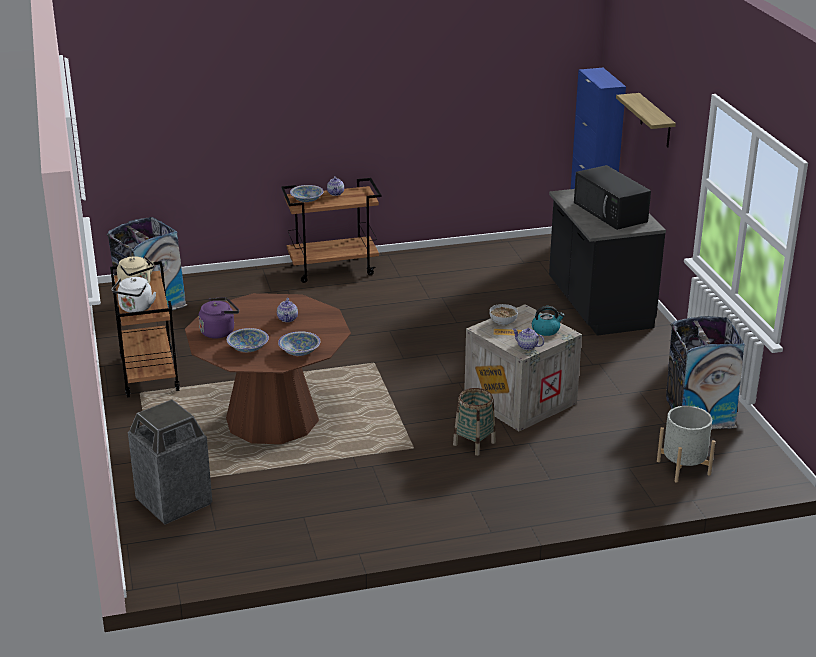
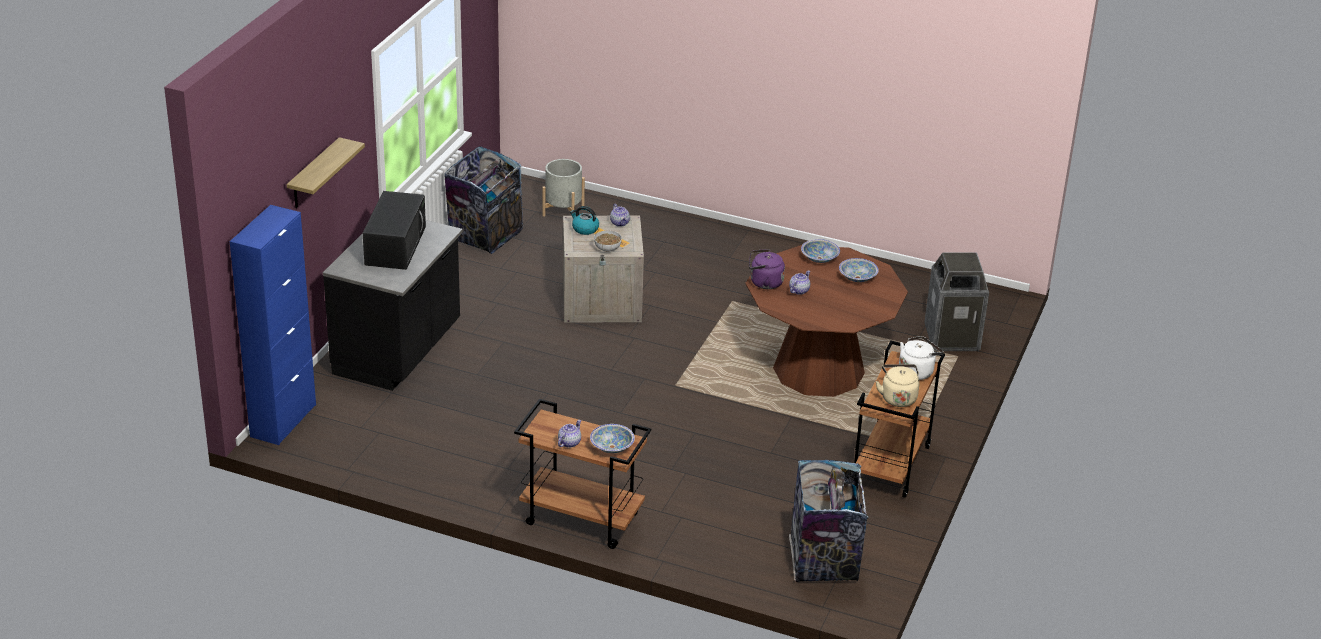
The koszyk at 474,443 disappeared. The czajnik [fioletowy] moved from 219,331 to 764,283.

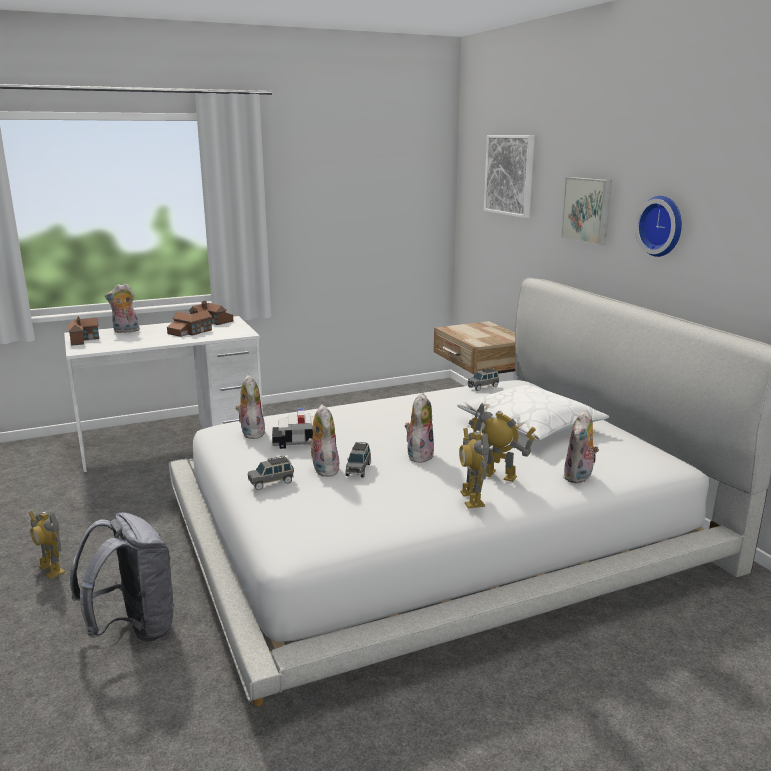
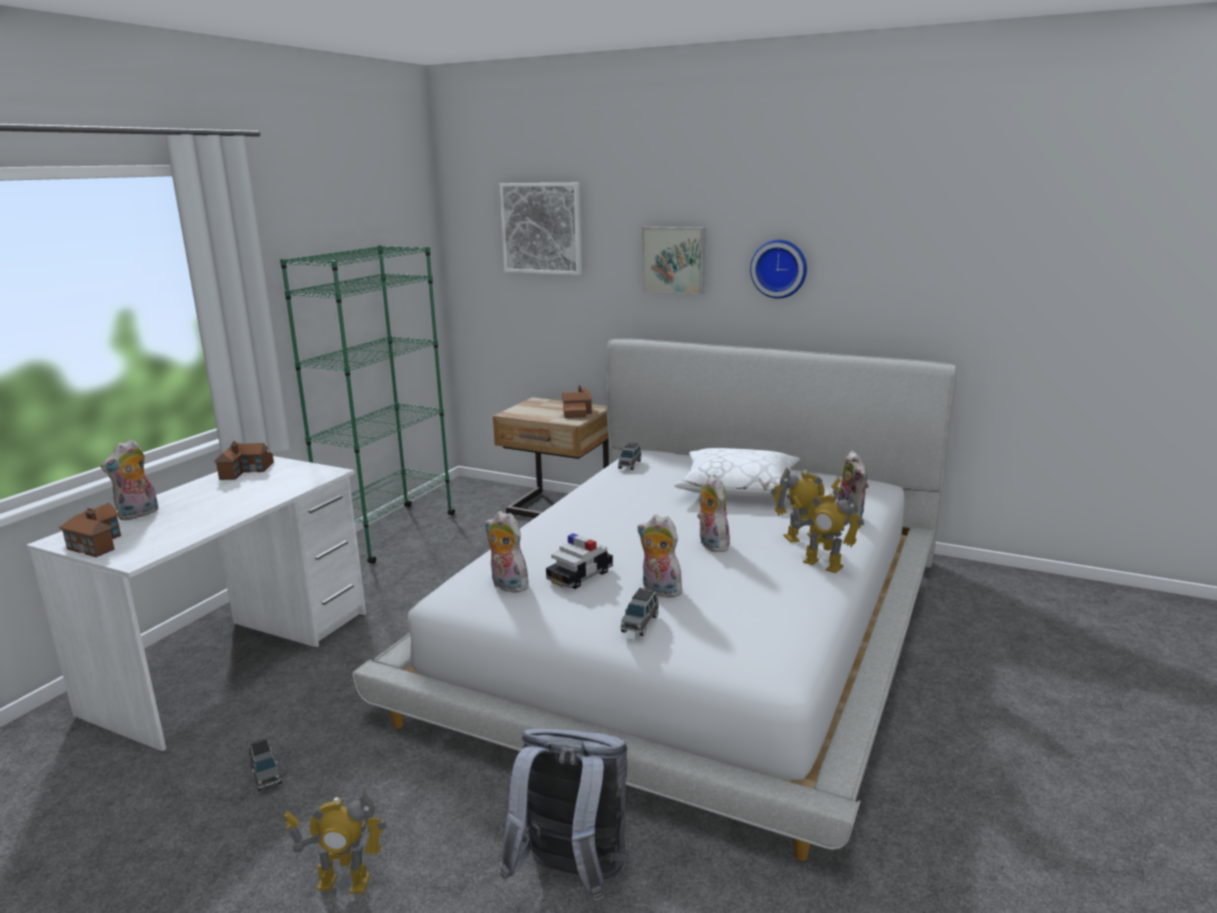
The regał [zielony] at 390,533 appeared. The domek moved from 190,332 to 577,412. The samochodzik [szary] moved from 358,469 to 266,775.

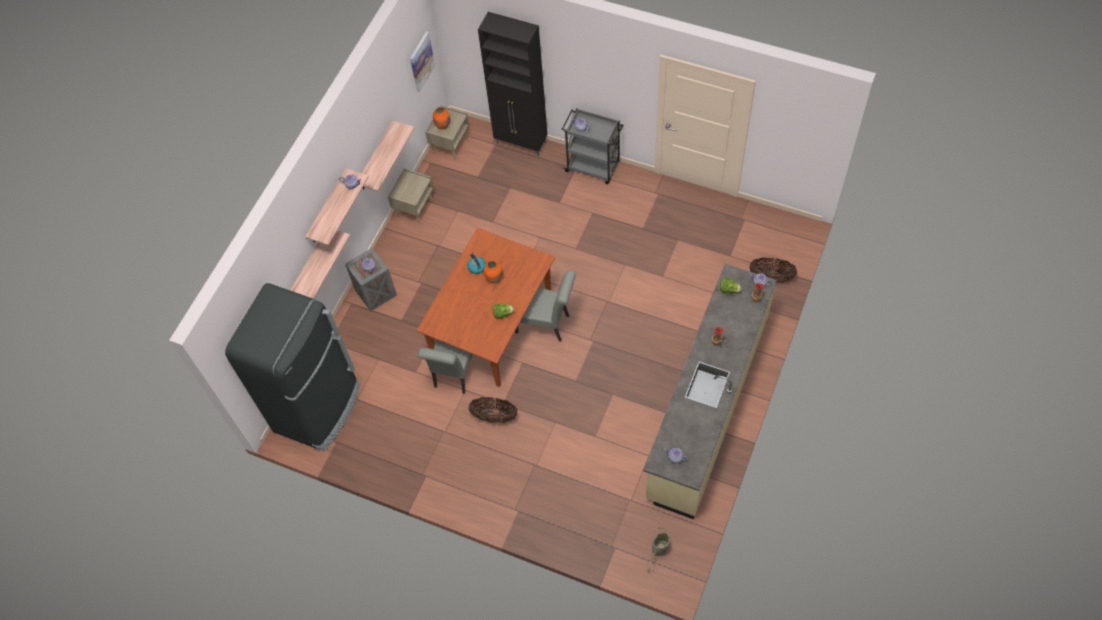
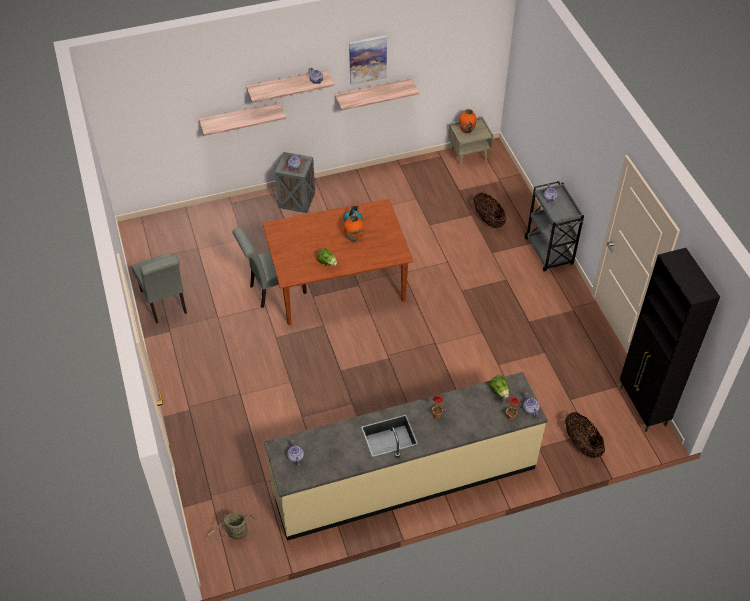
The lodówka [czarny] at 318,408 disappeared. The szafka nocna [beżowy] at 414,208 disappeared. The obraz moved from 421,61 to 367,59. The koszyk moved from 494,416 to 488,220. The szafka [czarny] moved from 521,143 to 642,407. The krzesło [szary] moved from 546,324 to 165,304.

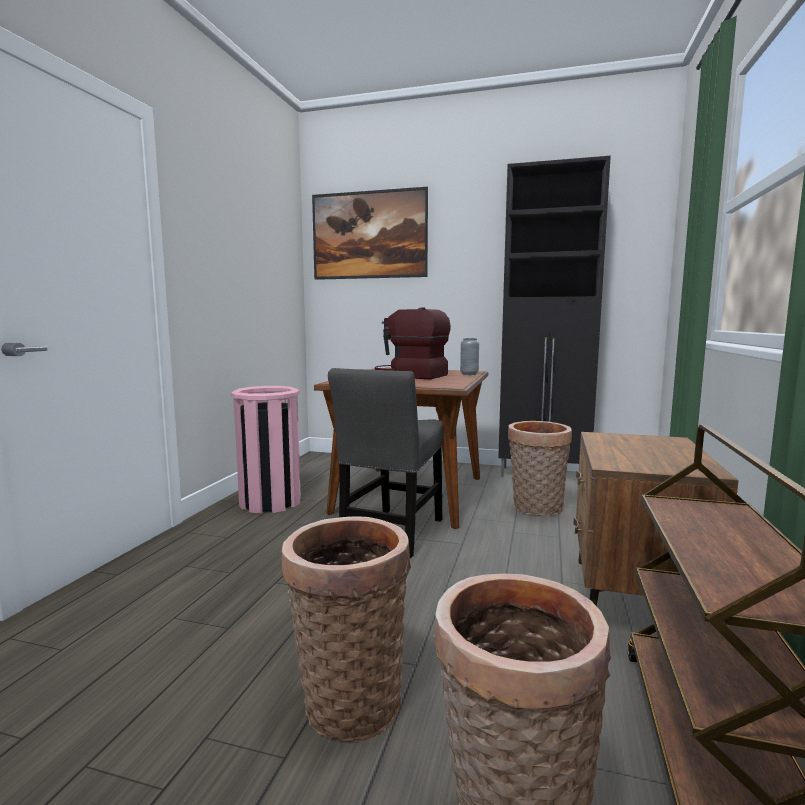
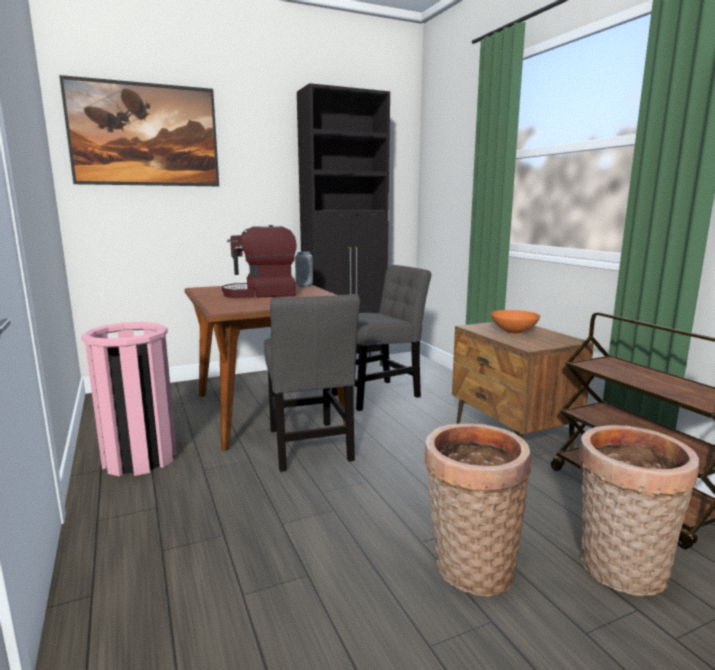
The miska [pomarańczowy] at 513,331 appeared. The koszyk at 536,509 was replaced by the krzesło [szary] at 379,394.

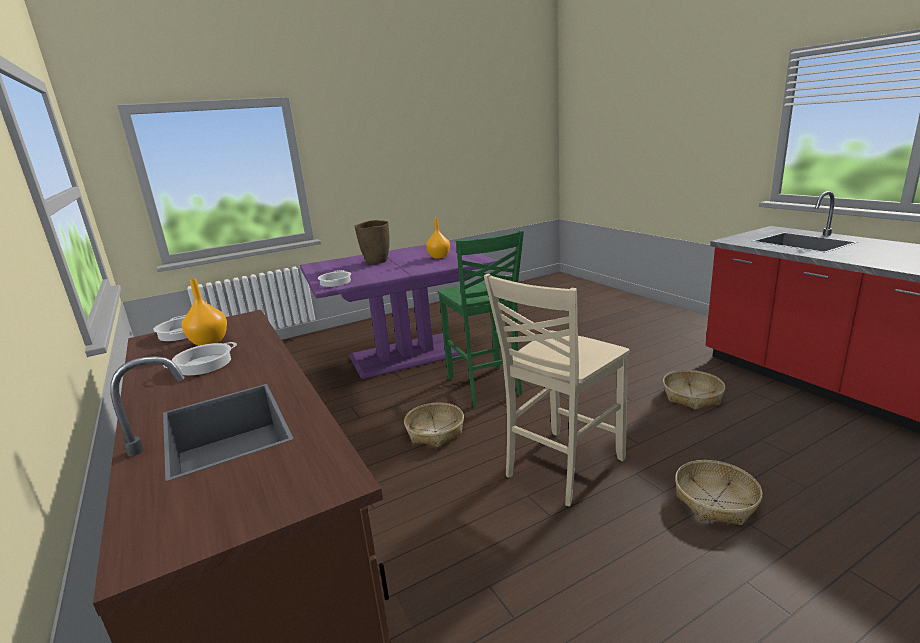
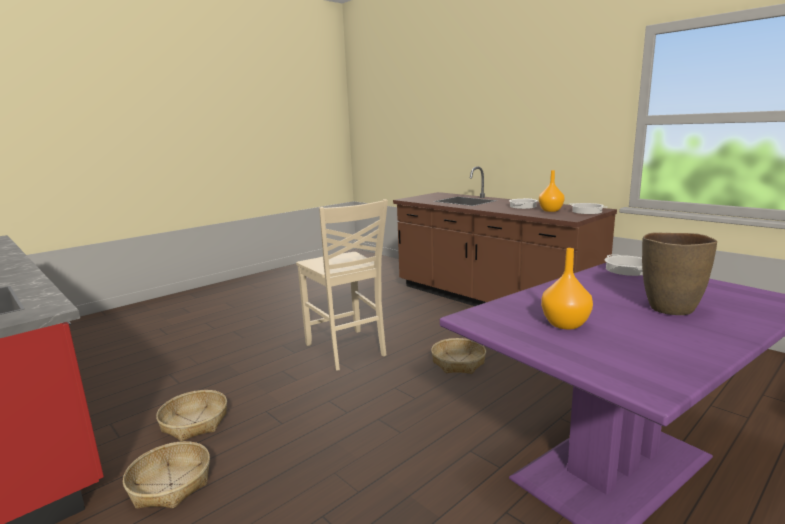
The krzesło [zielony] at 485,387 disappeared. The koszyk moved from 715,500 to 170,485. The krzesło [beżowy] at 561,467 turned 120 degrees clockwise.

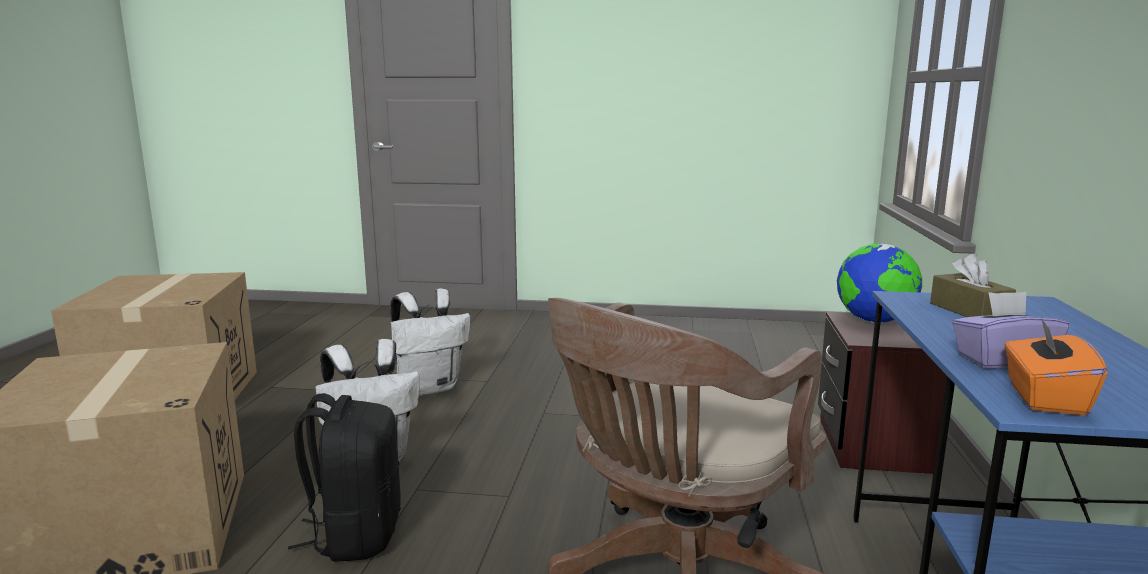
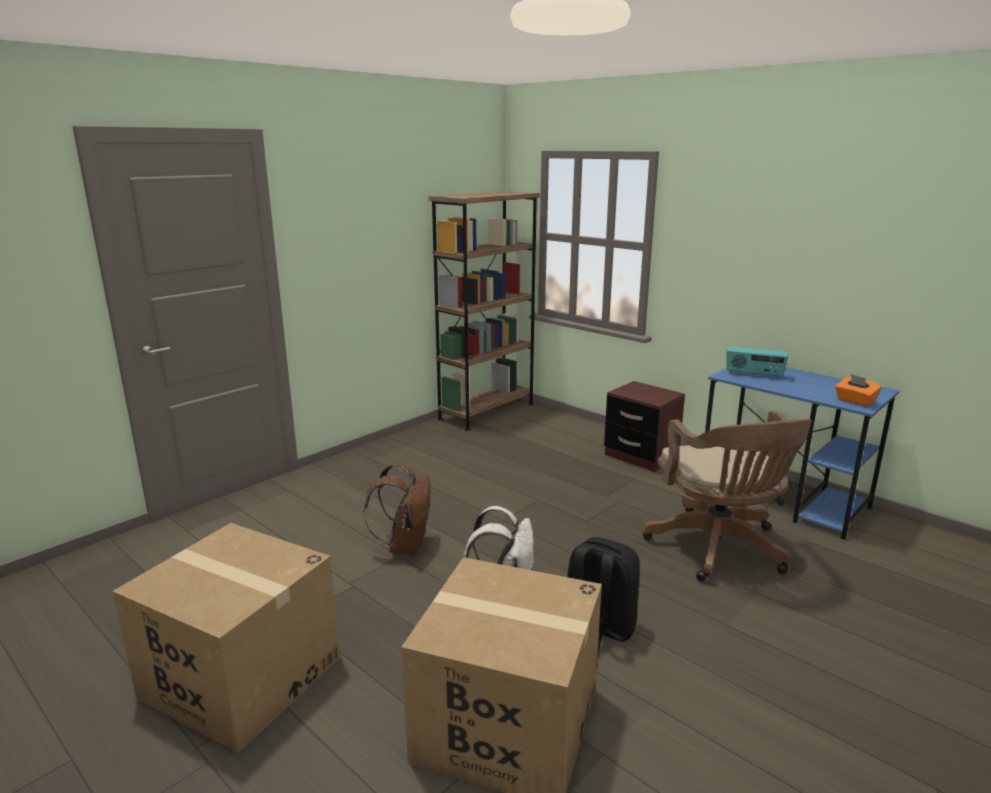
The globus at 874,321 disappeared. The pudełko chusteczek [fioletowy] at 1002,360 disappeared. The regał [brązowy] at 486,411 appeared. The pudełko chusteczek [brązowy] at 969,311 was replaced by the radio at 753,375. The plecak [biały] at 430,387 became the plecak [brązowy] at 405,546.

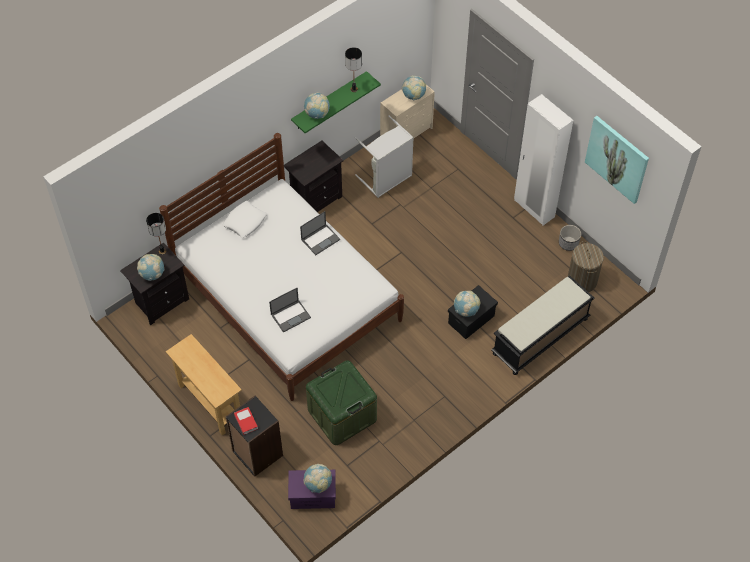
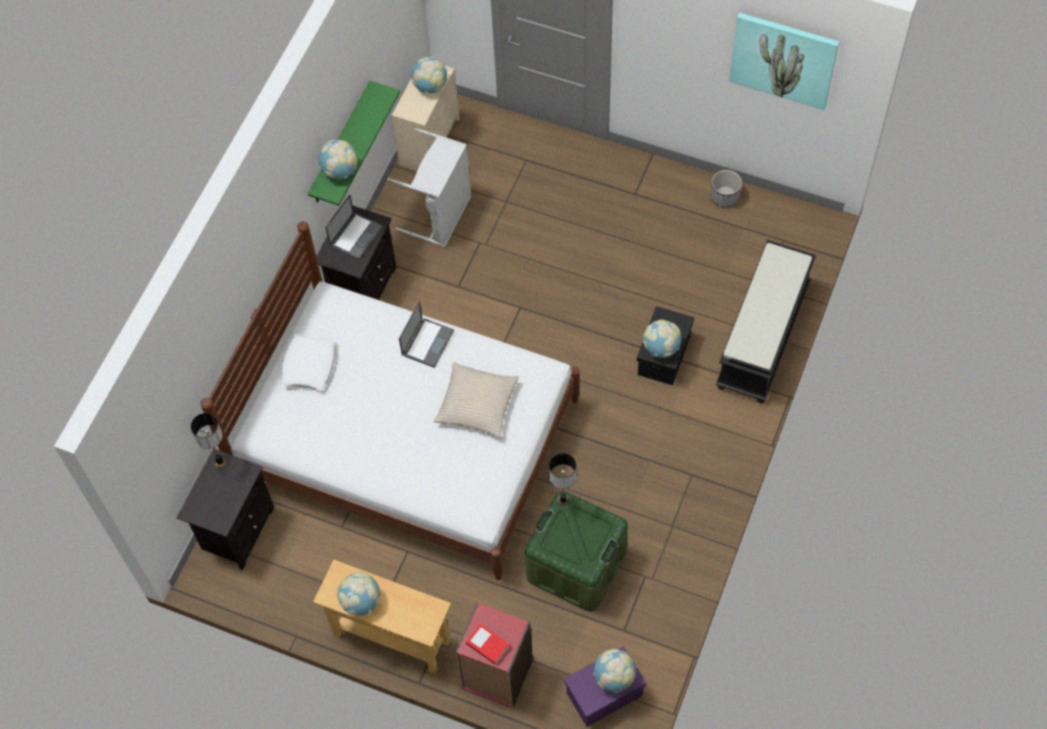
The szafa [biały] at 534,209 disappeared. The kosz na pranie at 582,281 disappeared. The poduszka [beżowy] at 477,404 appeared. The globus moved from 152,274 to 361,601. The laptop moved from 291,315 to 356,235. The lampa stołowa moved from 354,89 to 563,501. The regał [czarny] at 257,453 became the regał [czerwony] at 497,675.

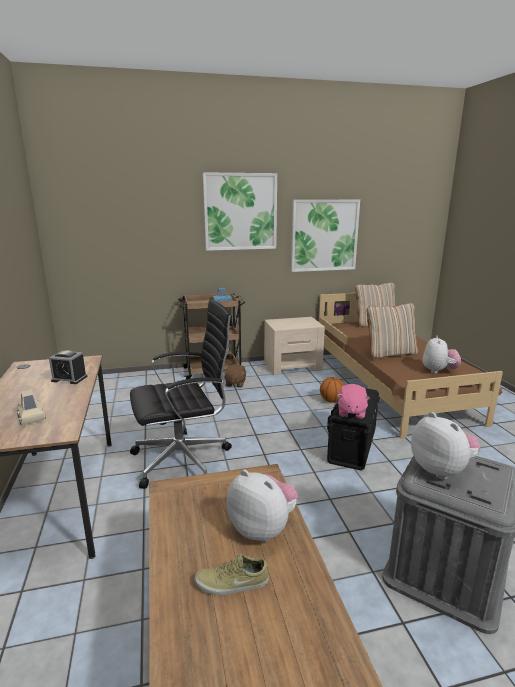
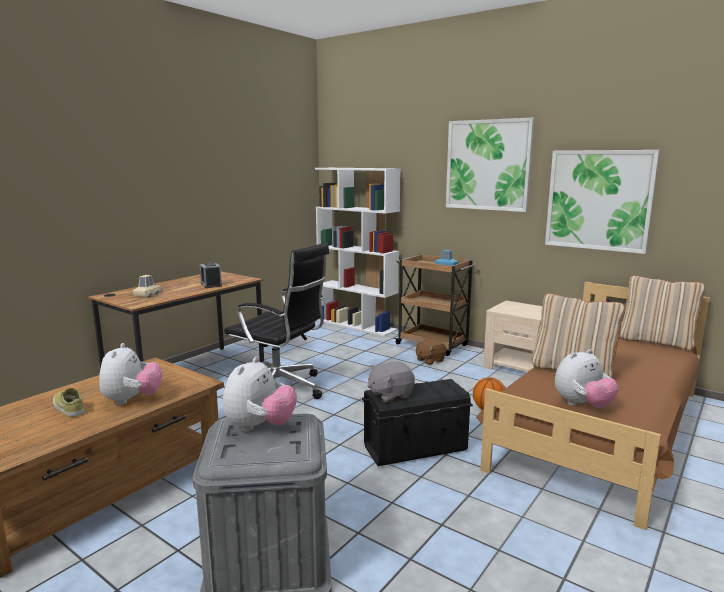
The regał [biały] at 357,325 appeared. The pluszak [różowy] at 351,412 became the pluszak [szary] at 390,395.

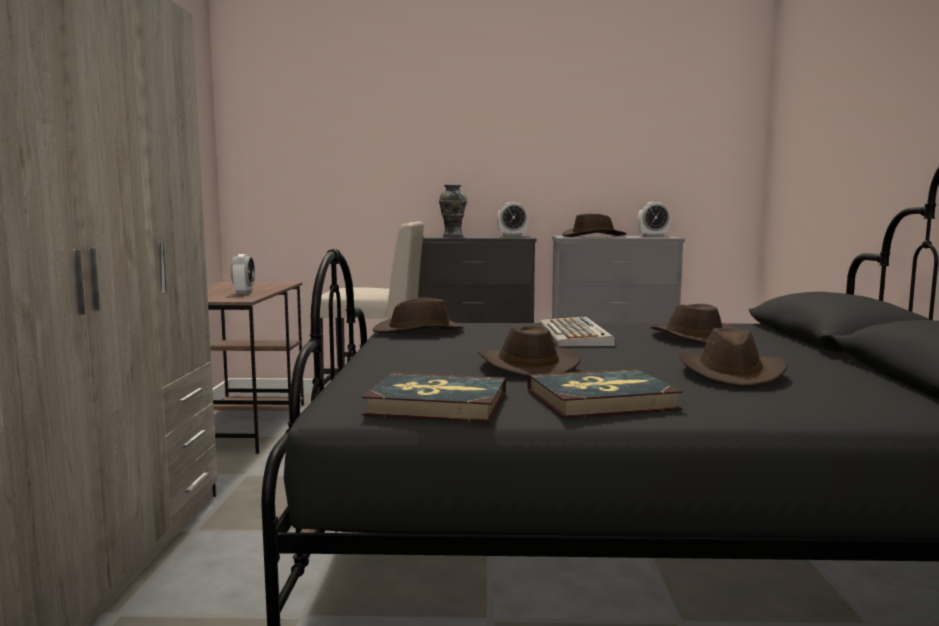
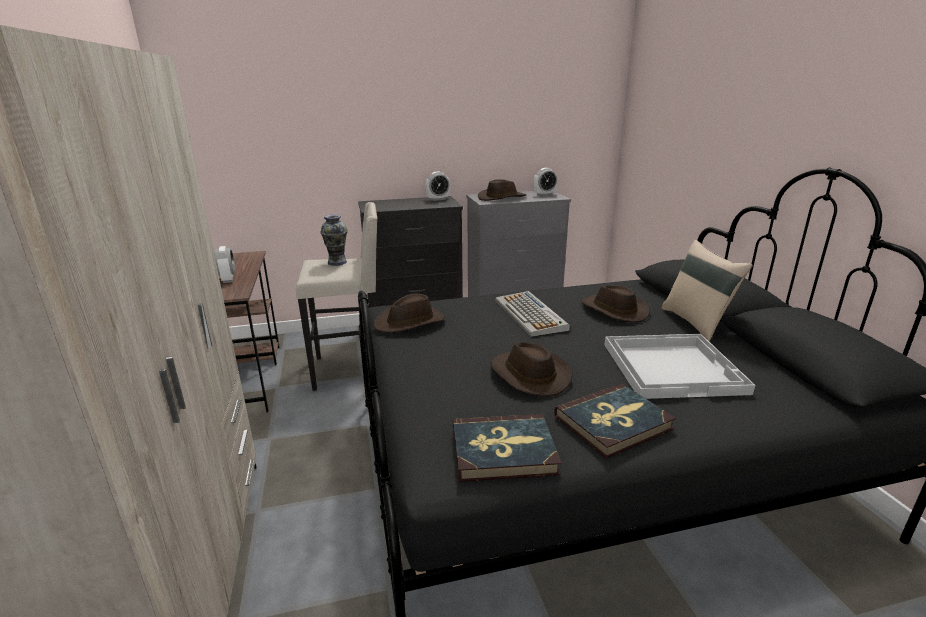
The poduszka [beżowy] at 696,322 appeared. The wazon moved from 452,236 to 337,262. The kapelusz [brązowy] at 731,374 was replaced by the taca [biały] at 672,367.

